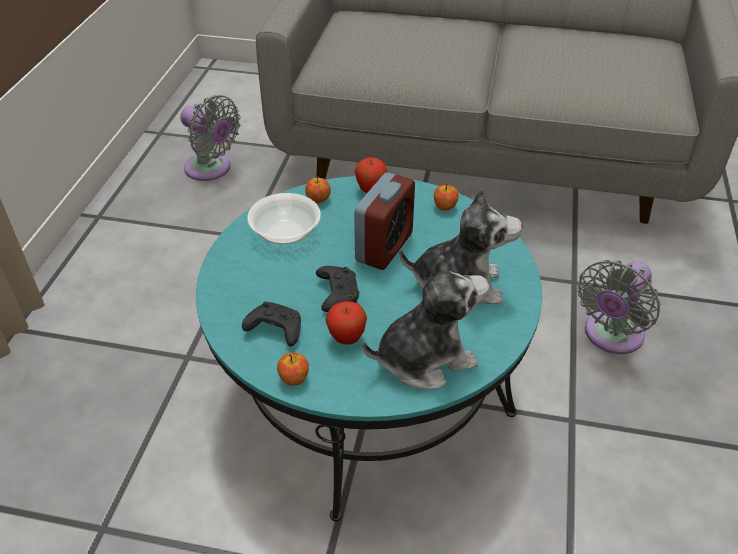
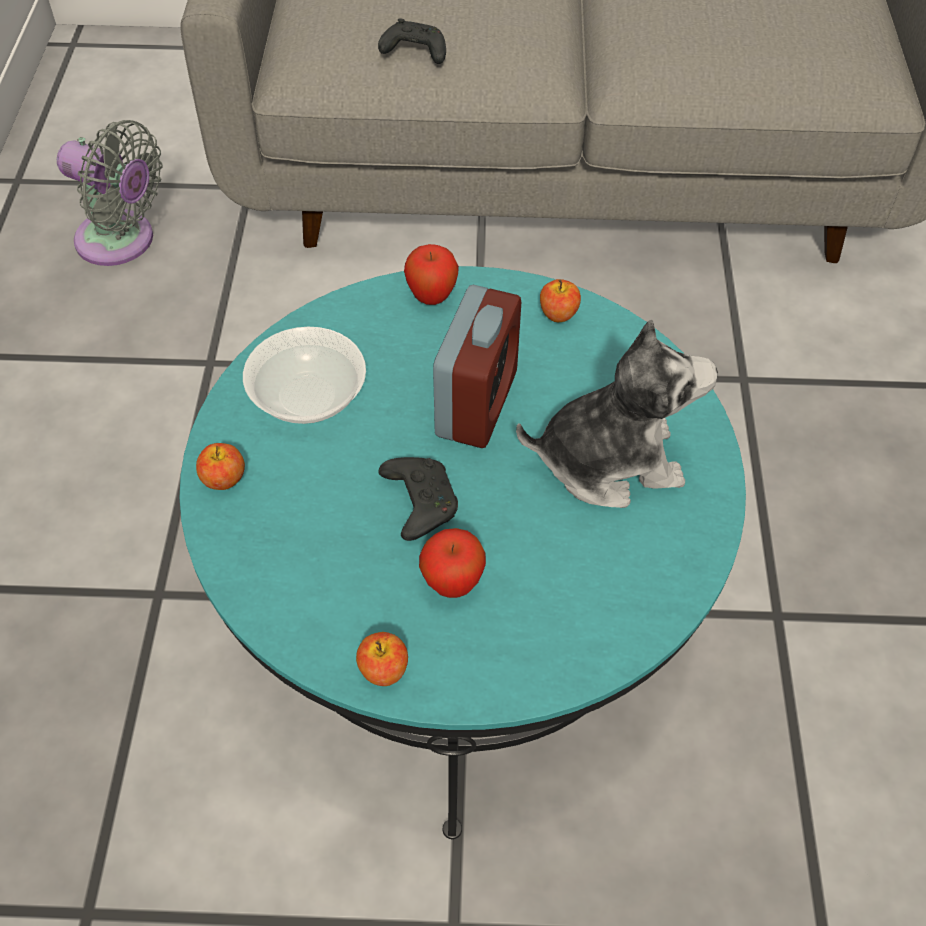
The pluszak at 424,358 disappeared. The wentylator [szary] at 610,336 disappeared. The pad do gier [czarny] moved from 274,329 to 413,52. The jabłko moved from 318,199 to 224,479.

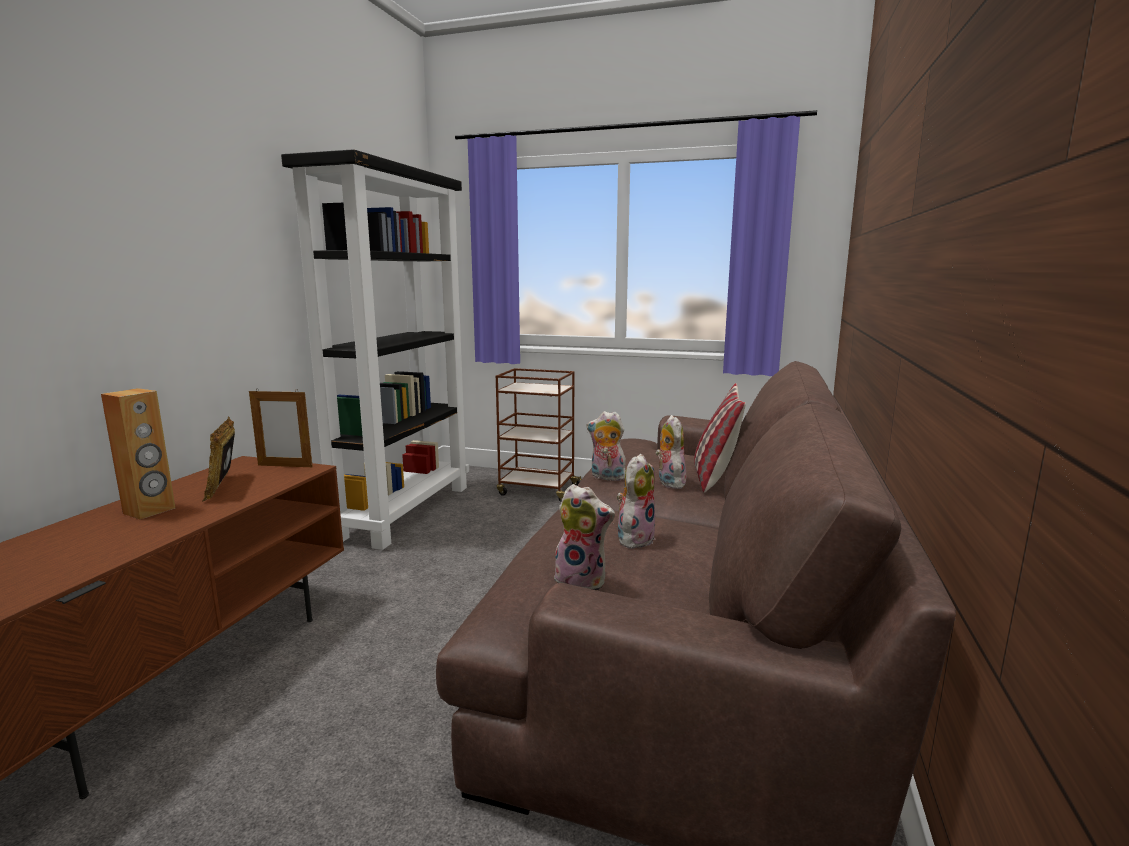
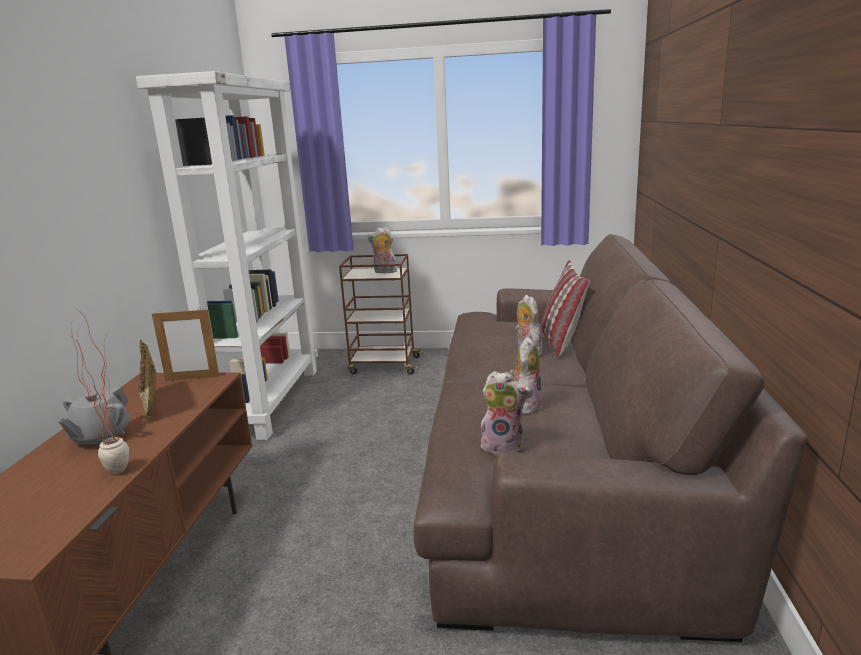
The roślina doniczkowa at 120,466 appeared. The pluszak moved from 606,477 to 384,272. The głośnik [brązowy] at 149,511 was replaced by the imbryk [szary] at 101,438. The regał [czarny] at 405,511 became the regał [biały] at 269,401.

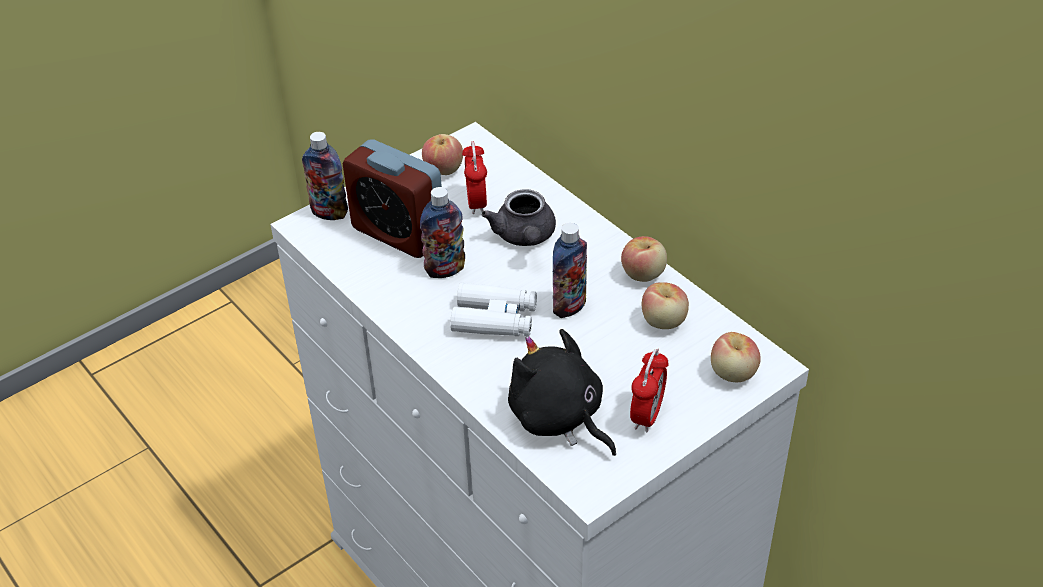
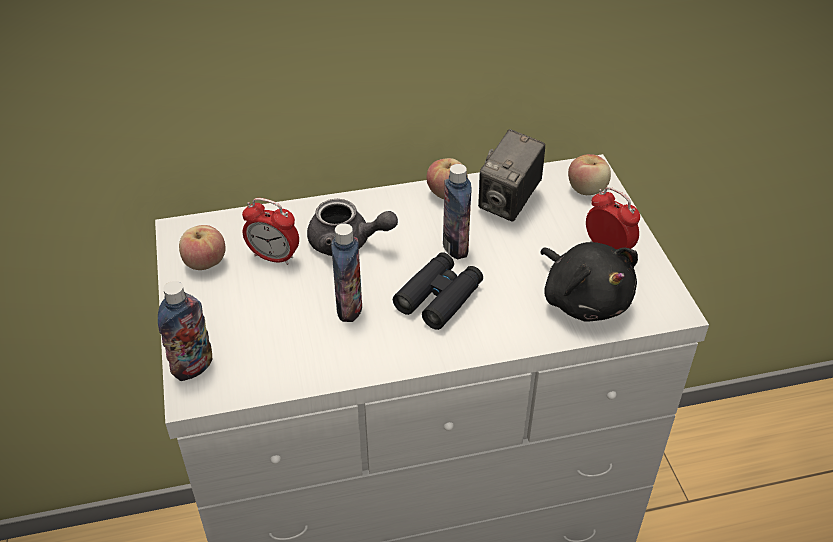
The budzik at 398,233 disappeared. The jabłko at 664,321 was replaced by the aparat fotograficzny at 509,202. The lornetka [biały] at 495,319 became the lornetka [czarny] at 439,297. The pluszak [czarny] at 559,418 turned 105 degrees counterclockwise.

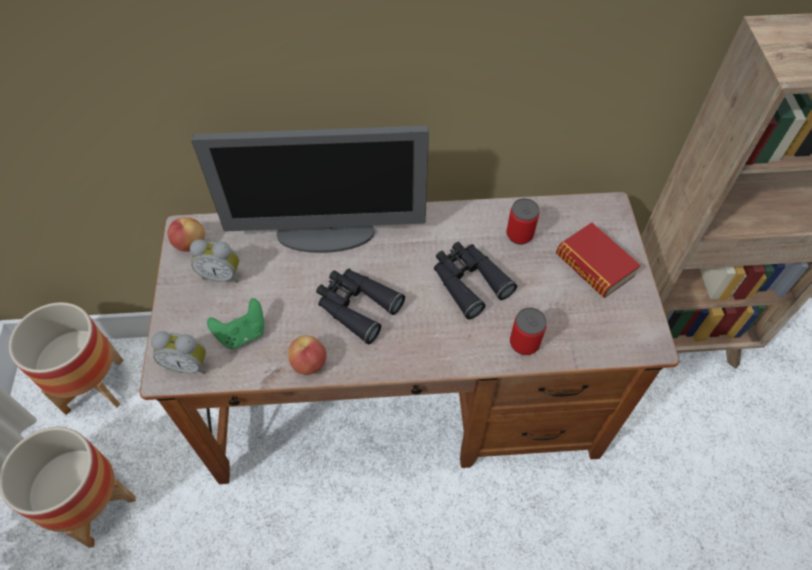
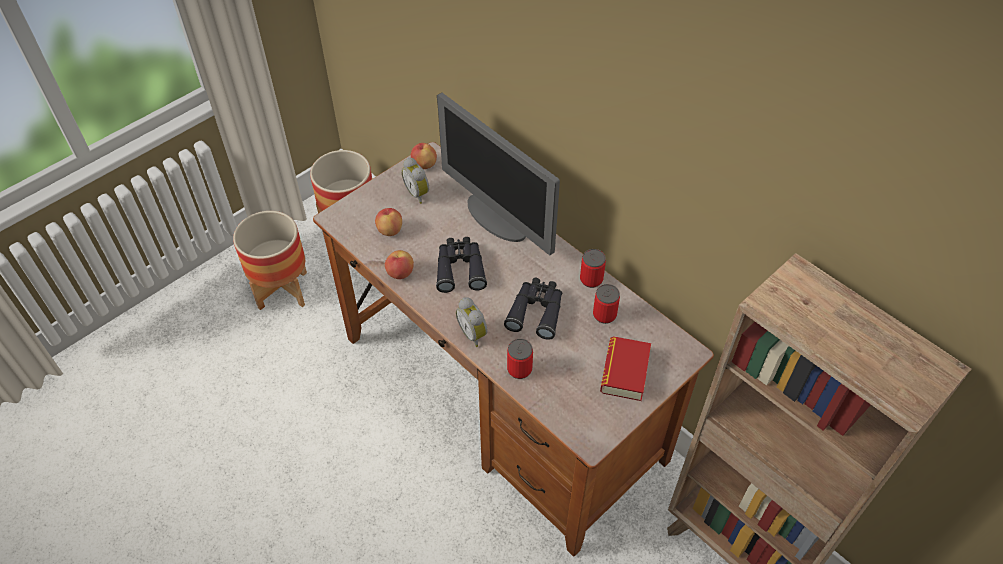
The puszka at 591,279 appeared. The budzik moved from 188,364 to 474,333. The pad do gier [zielony] at 242,333 was replaced by the jabłko at 390,230.

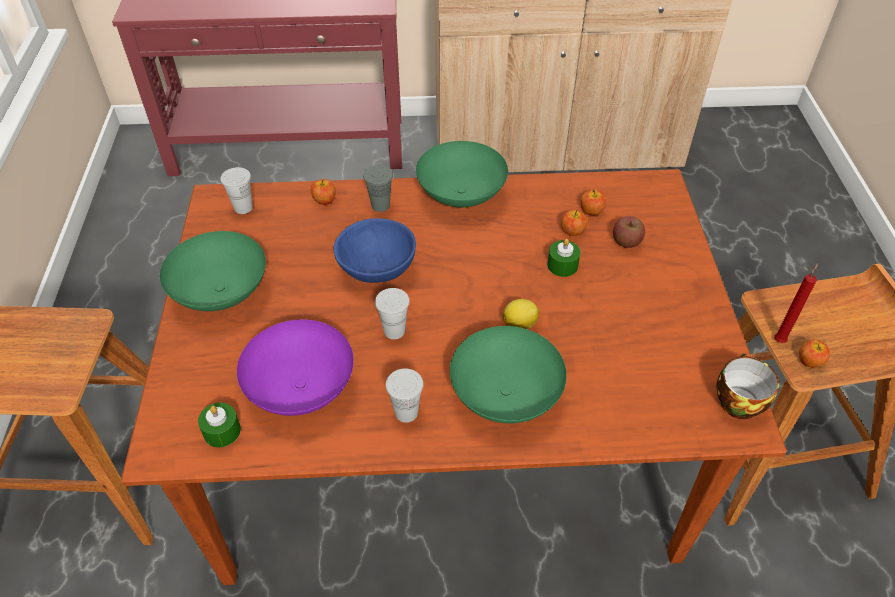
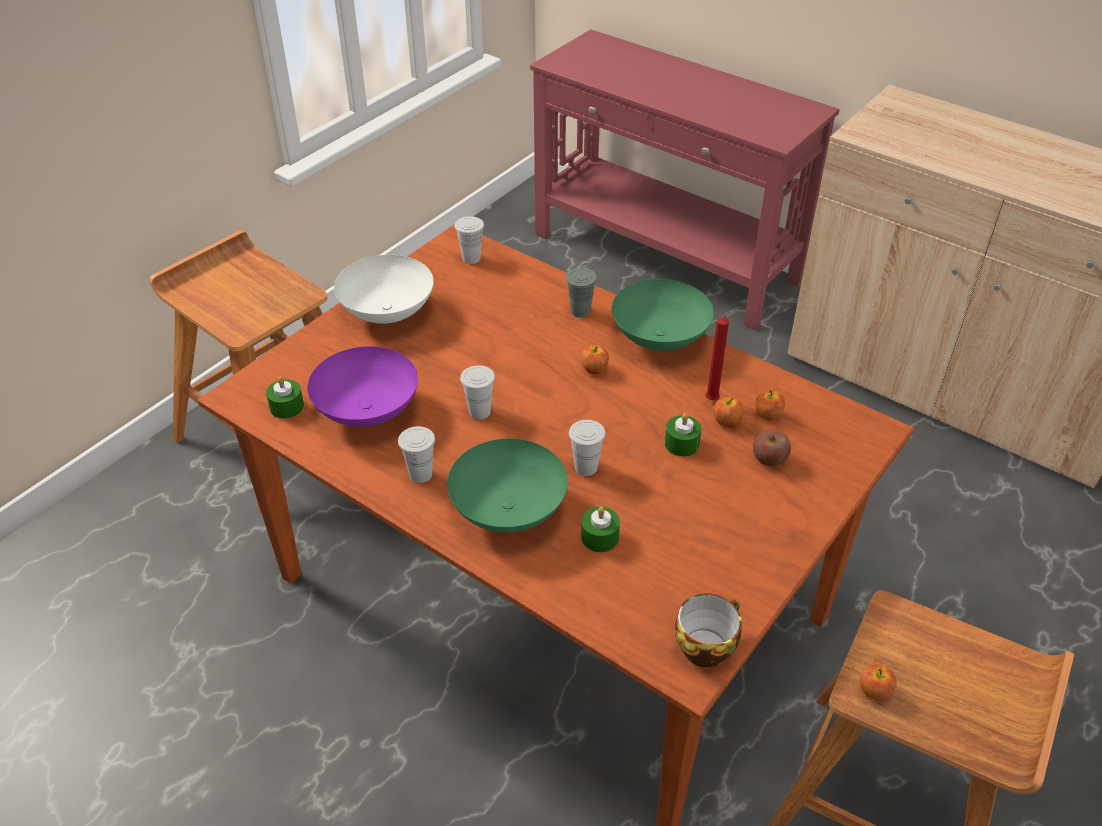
The miska [niebieski] at 377,271 disappeared. The świeca [zielony] at 599,537 appeared. The jabłko moved from 324,200 to 594,369. The świeca [czerwony] moved from 780,340 to 714,399. The cytryna at 520,325 was replaced by the filiżanka [biały] at 586,467. The miska [zielony] at 222,292 became the miska [biały] at 389,312.

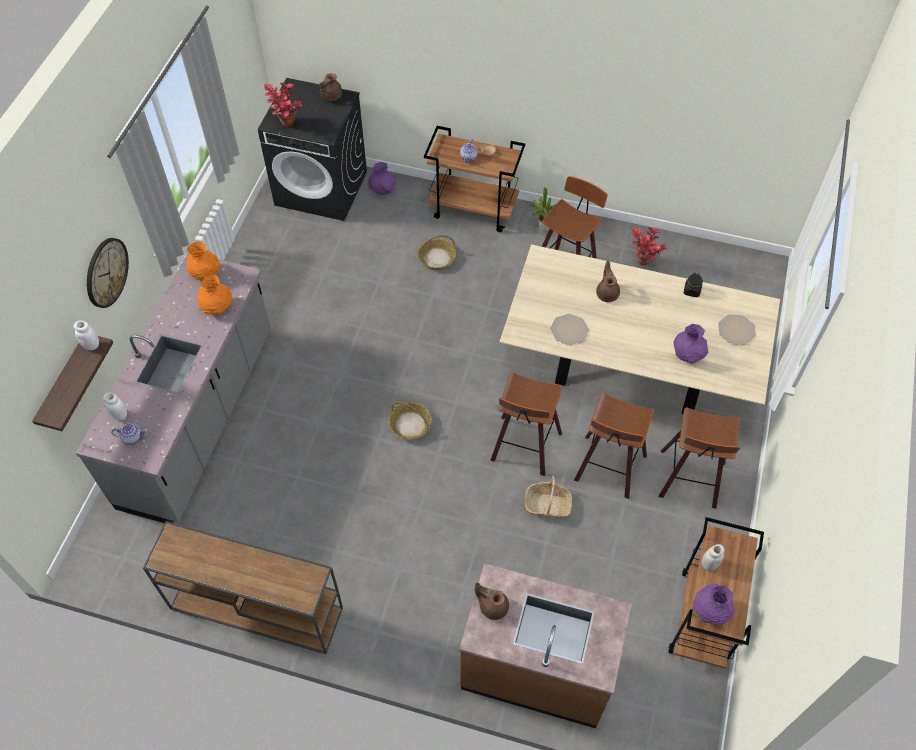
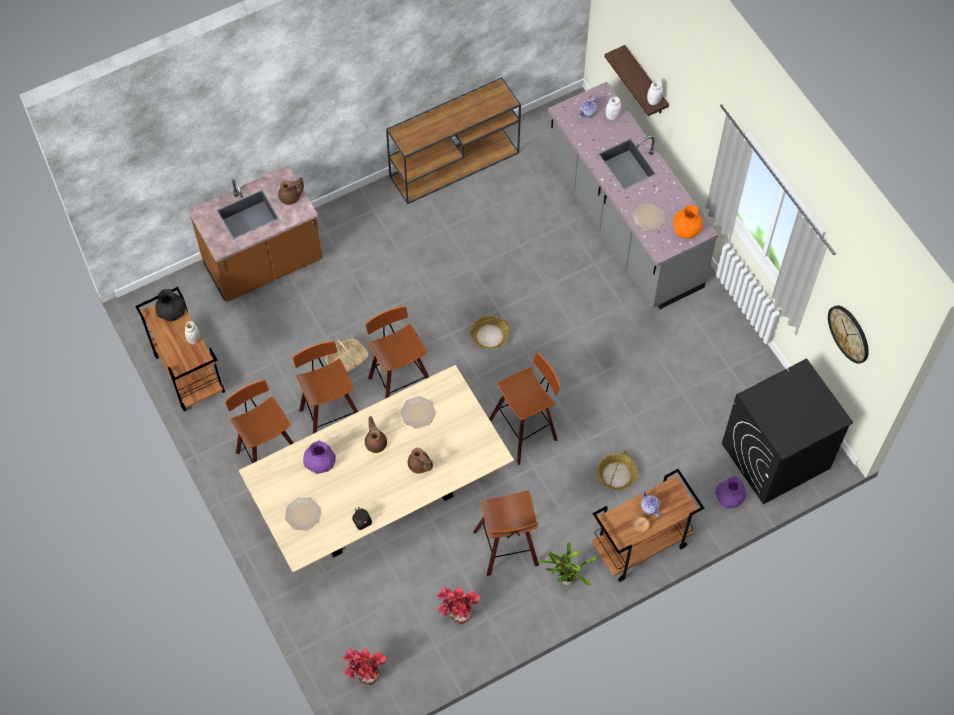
The stołek at 525,429 appeared. The zegar ścienny moved from 106,272 to 849,333. The roślina doniczkowa moved from 287,127 to 365,675. The imbryk [brązowy] moved from 331,96 to 376,442. The wazon [pomarańczowy] at 217,307 was replaced by the talerz at 648,217. The wazon [fioletowy] at 710,611 became the wazon [czarny] at 172,313.

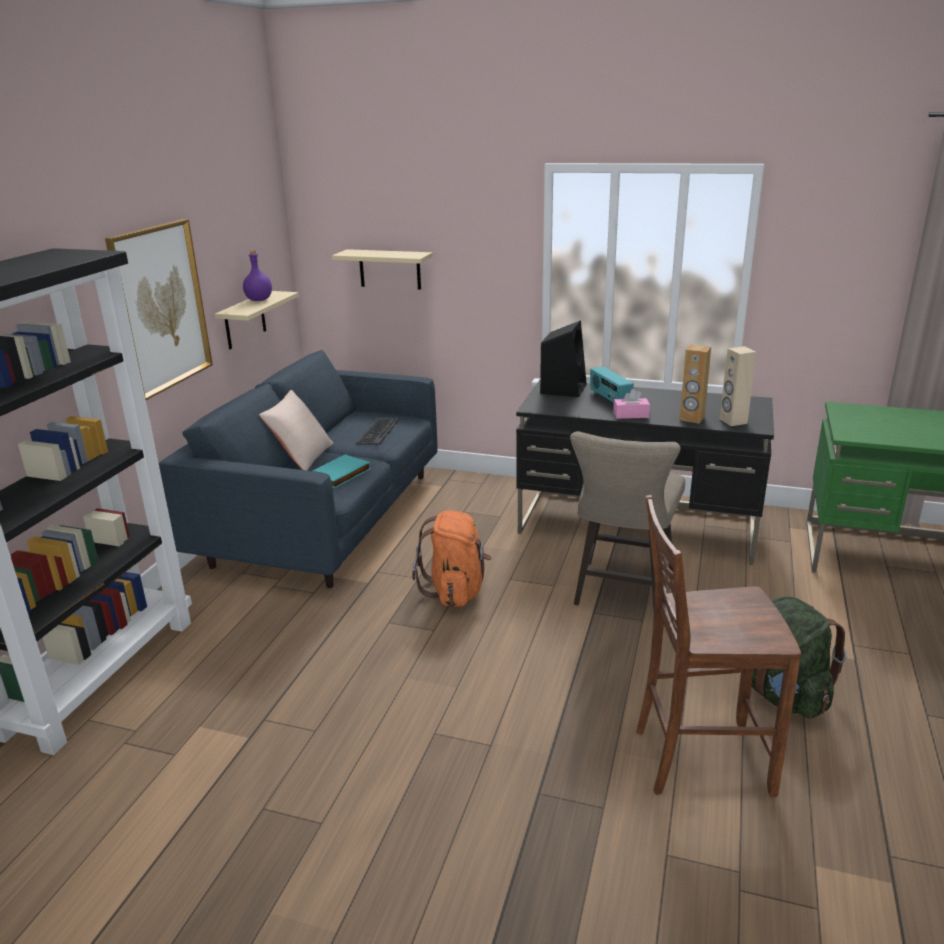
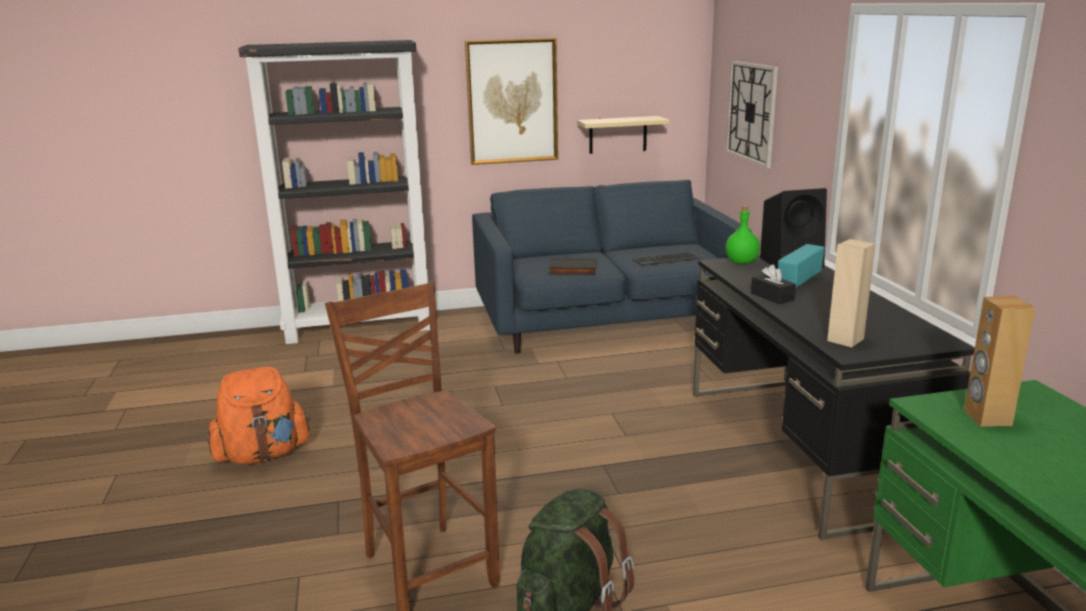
The butelka [fioletowy] at 259,300 disappeared. The poduszka [beżowy] at 301,456 disappeared. The stołek [beżowy] at 621,594 disappeared. The butelka [zielony] at 740,262 appeared. The plecak [pomarańczowy] moved from 455,591 to 263,455. The głośnik [brązowy] moved from 691,418 to 986,418. The półka [beżowy] at 390,269 was replaced by the zegar ścienny at 752,112. The książka [turkusowy] at 341,475 became the książka [czarny] at 572,270. The pudełko chusteczek [różowy] at 631,415 became the pudełko chusteczek [czarny] at 772,296.

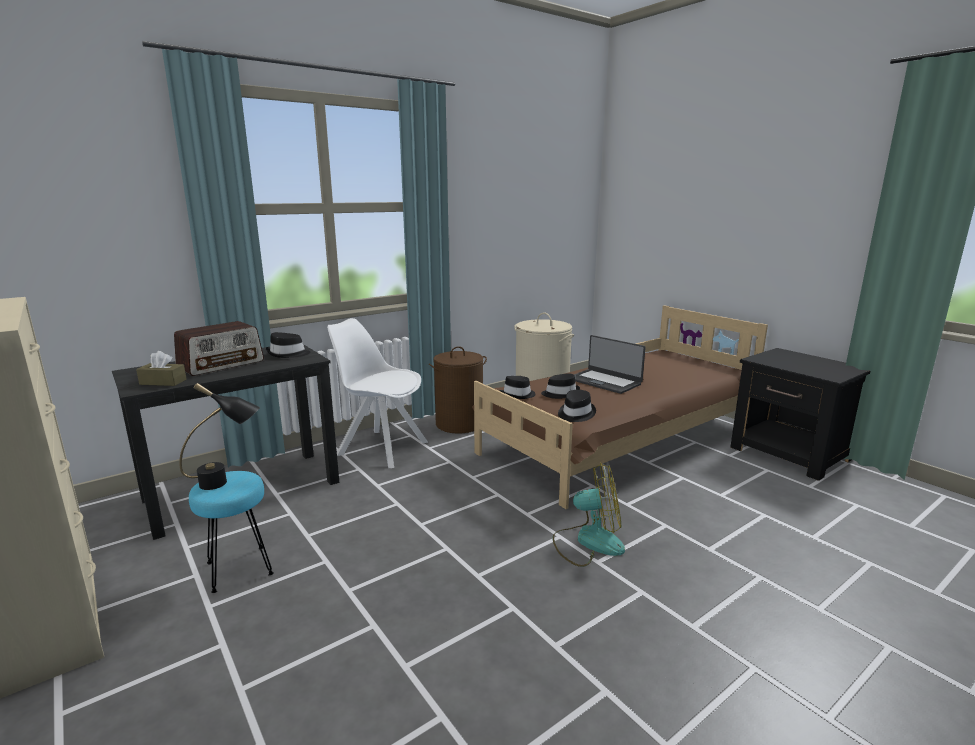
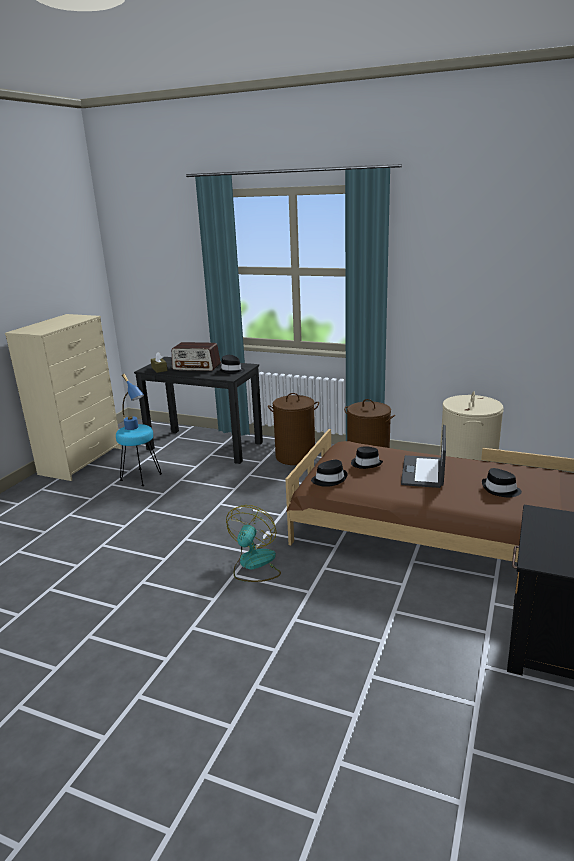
The kapelusz [czarny] moved from 518,394 to 500,490. The krzesło [biały] at 381,448 was replaced by the kosz na pranie [brązowy] at 295,456. The lampa stołowa [czarny] at 226,482 became the lampa stołowa [niebieski] at 134,429. The wentylator at 588,542 turned 135 degrees counterclockwise.

